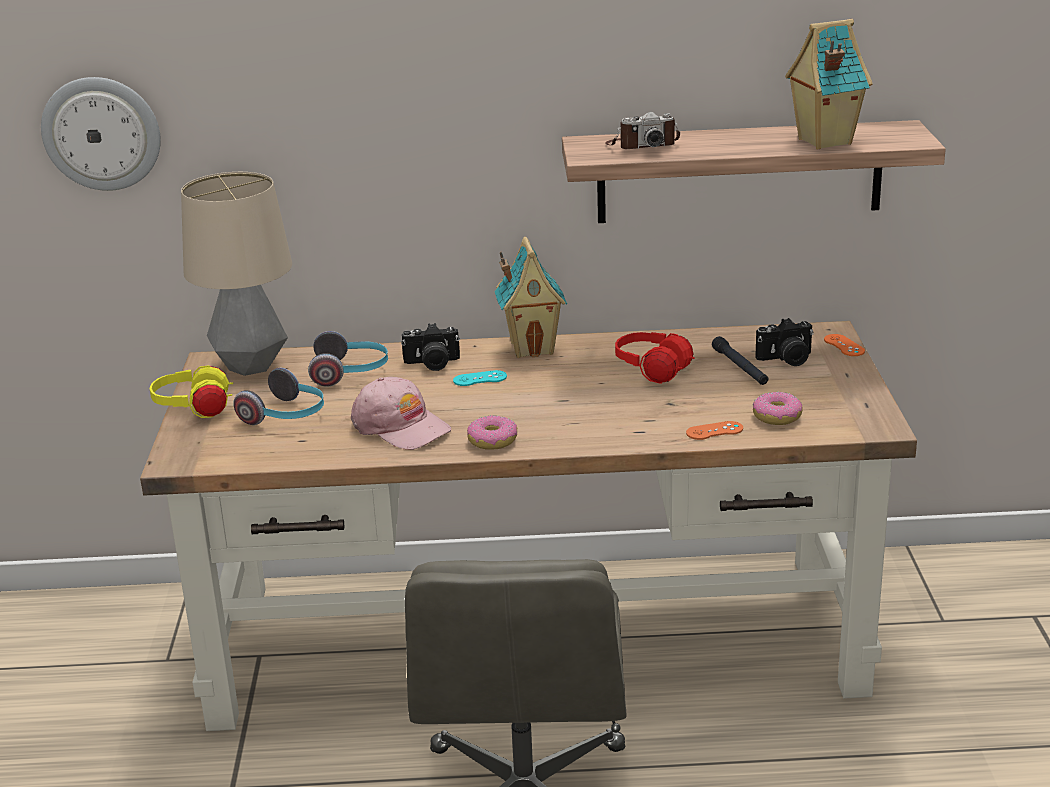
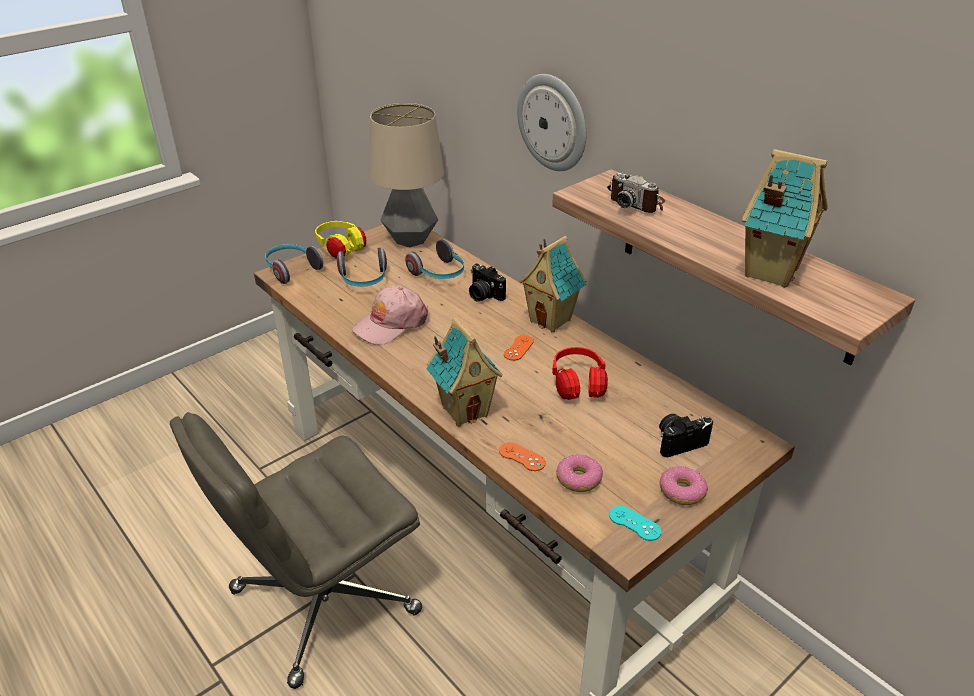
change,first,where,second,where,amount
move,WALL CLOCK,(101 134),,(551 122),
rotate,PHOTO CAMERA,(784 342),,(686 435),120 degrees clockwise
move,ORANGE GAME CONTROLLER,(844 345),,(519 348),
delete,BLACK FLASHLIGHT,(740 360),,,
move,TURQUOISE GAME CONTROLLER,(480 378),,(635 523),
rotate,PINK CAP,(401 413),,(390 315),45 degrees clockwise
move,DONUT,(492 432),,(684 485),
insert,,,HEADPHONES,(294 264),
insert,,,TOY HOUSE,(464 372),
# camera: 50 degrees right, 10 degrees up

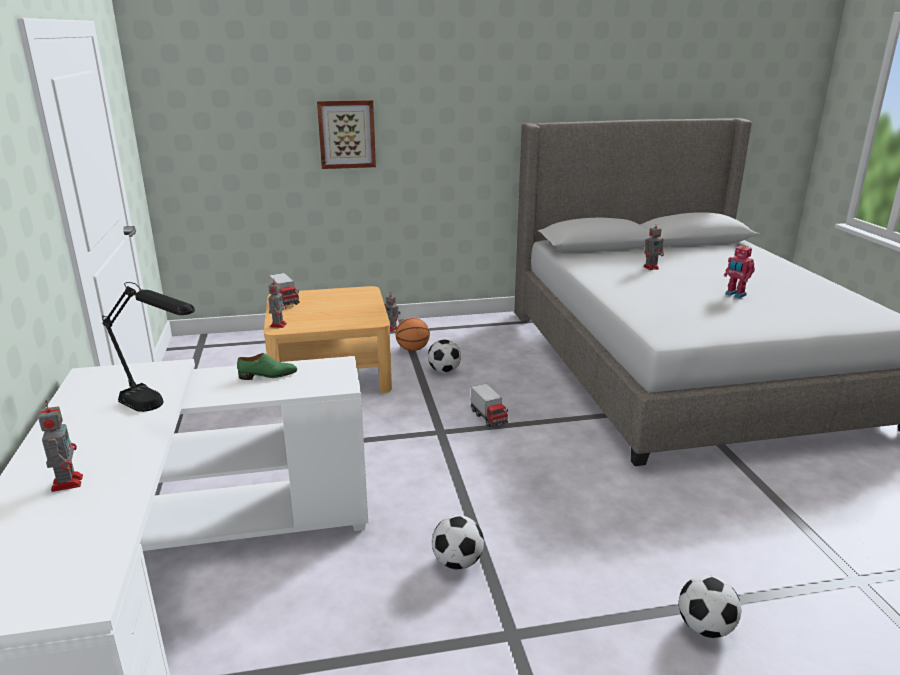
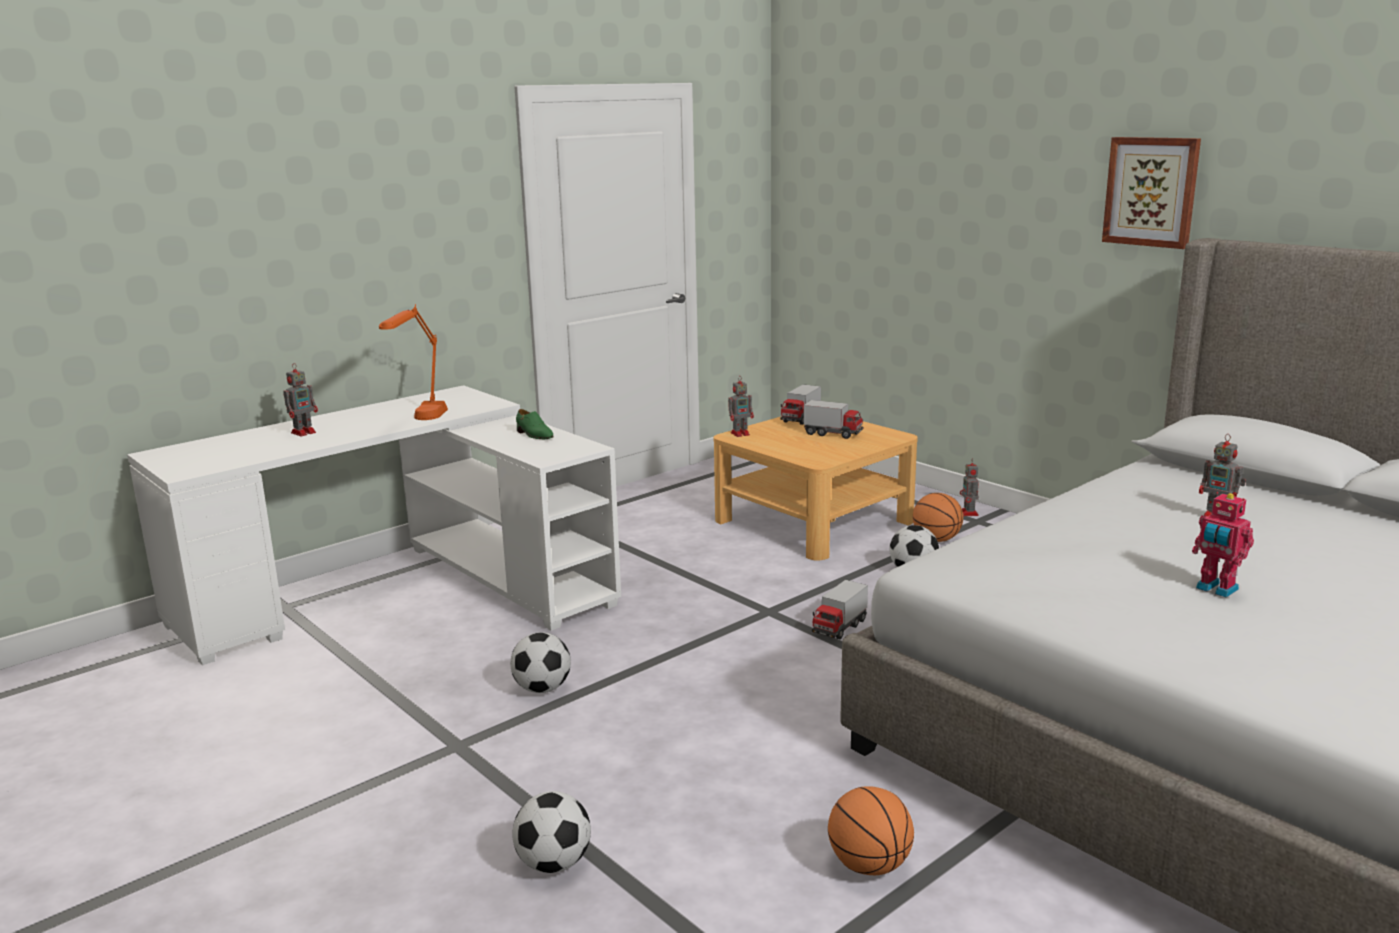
change,first,where,second,where,amount
move,PICTURE,(346 134),,(1151 193),
rotate,TOY ROBOT,(739 271),,(1223 544),60 degrees counterclockwise
recolor,BLACK TABLE LAMP,(148 347),ORANGE TABLE LAMP,(413 362),
insert,,,TOY TRUCK,(833 419),
insert,,,BASKETBALL,(871 830),
# camera: 60 degrees right, 5 degrees down

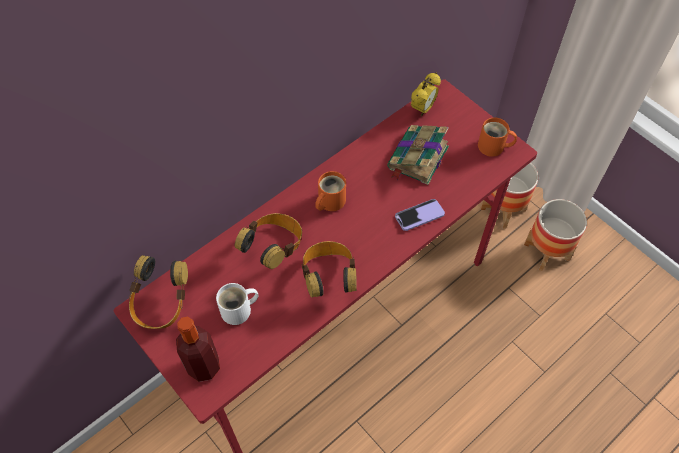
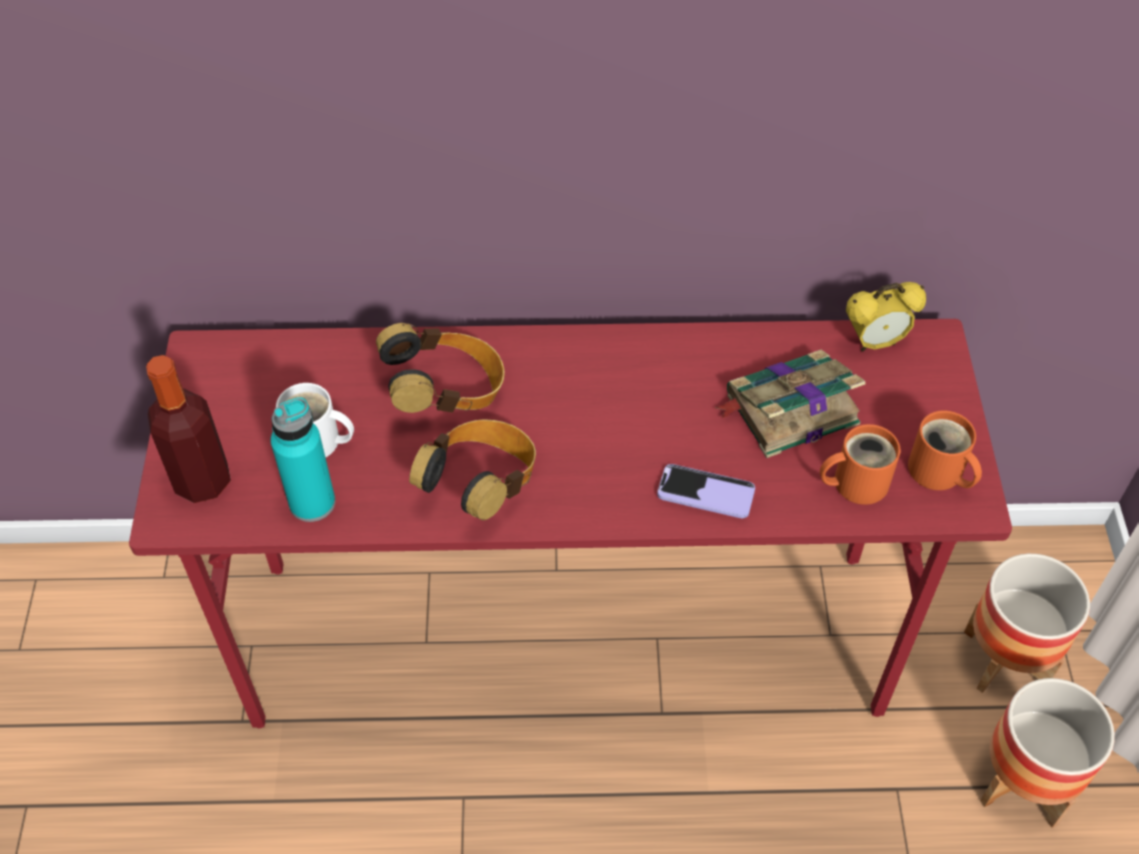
change,first,where,second,where,amount
move,ORANGE MUG,(330 191),,(860 464),
delete,HEADPHONES,(158 292),,,
insert,,,TURQUOISE BOTTLE,(303 459),
# camera: 40 degrees right, 5 degrees down

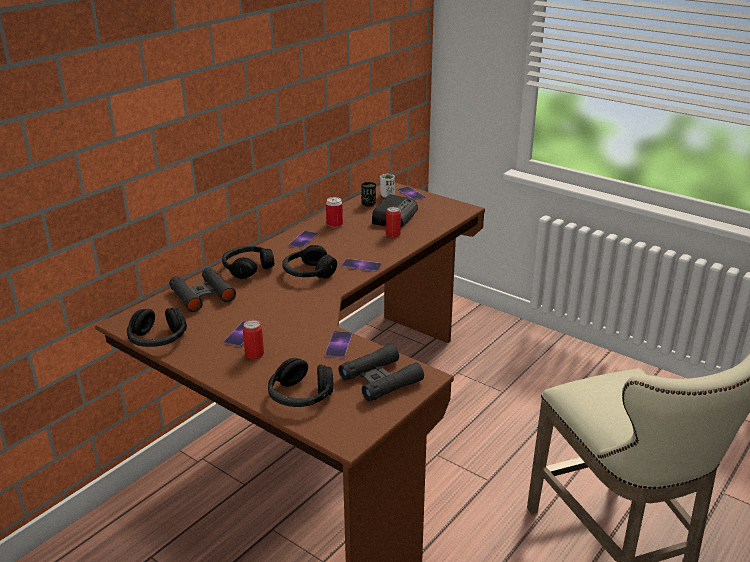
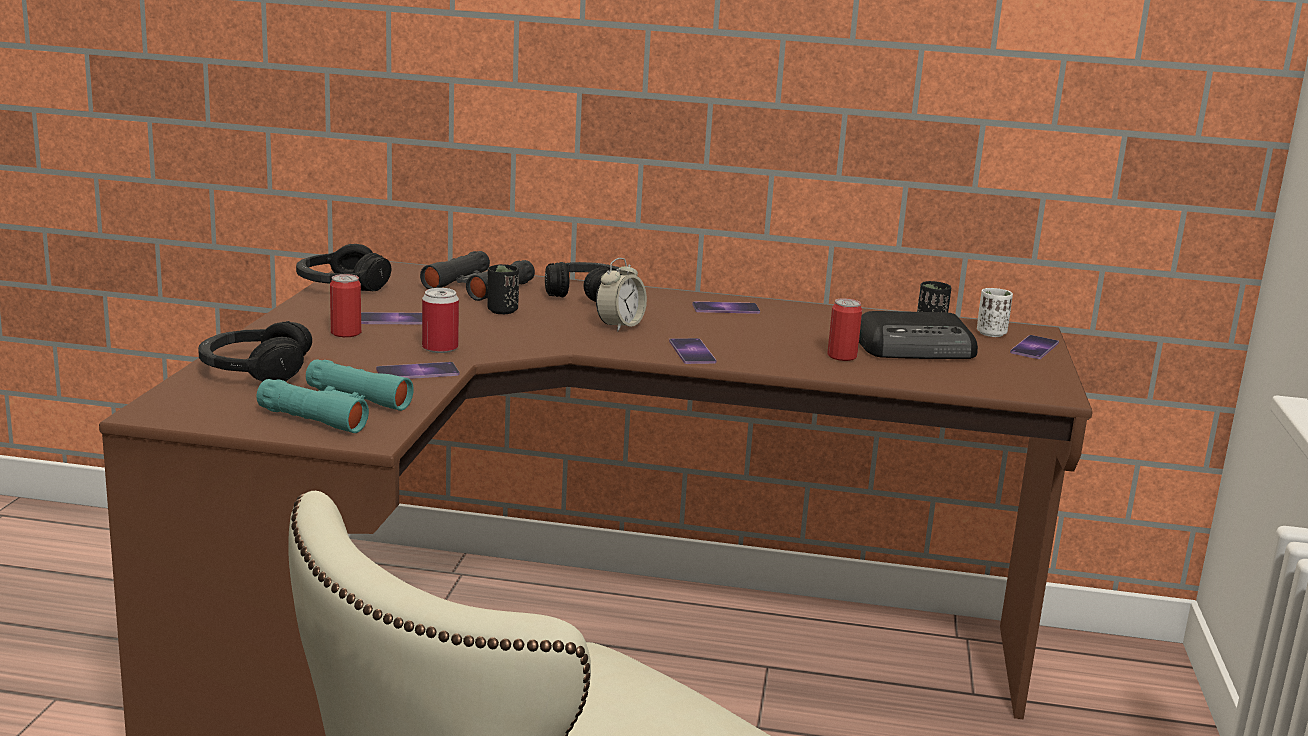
change,first,where,second,where,amount
move,CAN,(334 212),,(440 320),
replace,BLACK HEADPHONES,(309 262),ALARM CLOCK,(621 295),
recolor,BLACK BINOCULARS,(381 372),TURQUOISE BINOCULARS,(334 396),
insert,,,BLACK CUP,(503 289),
# camera: 60 degrees right, 10 degrees down

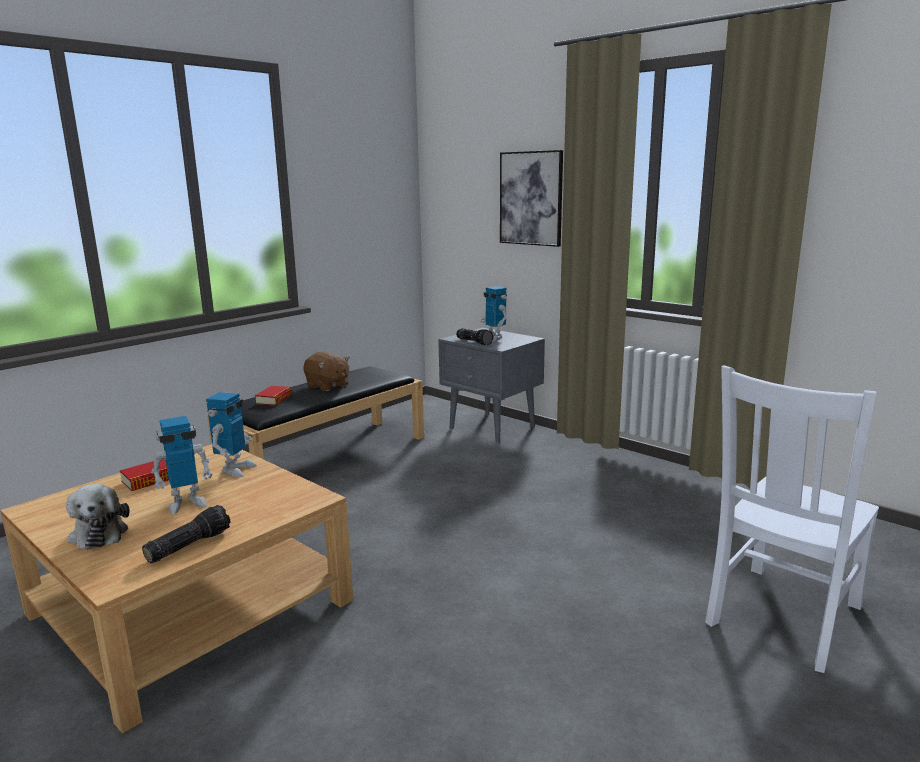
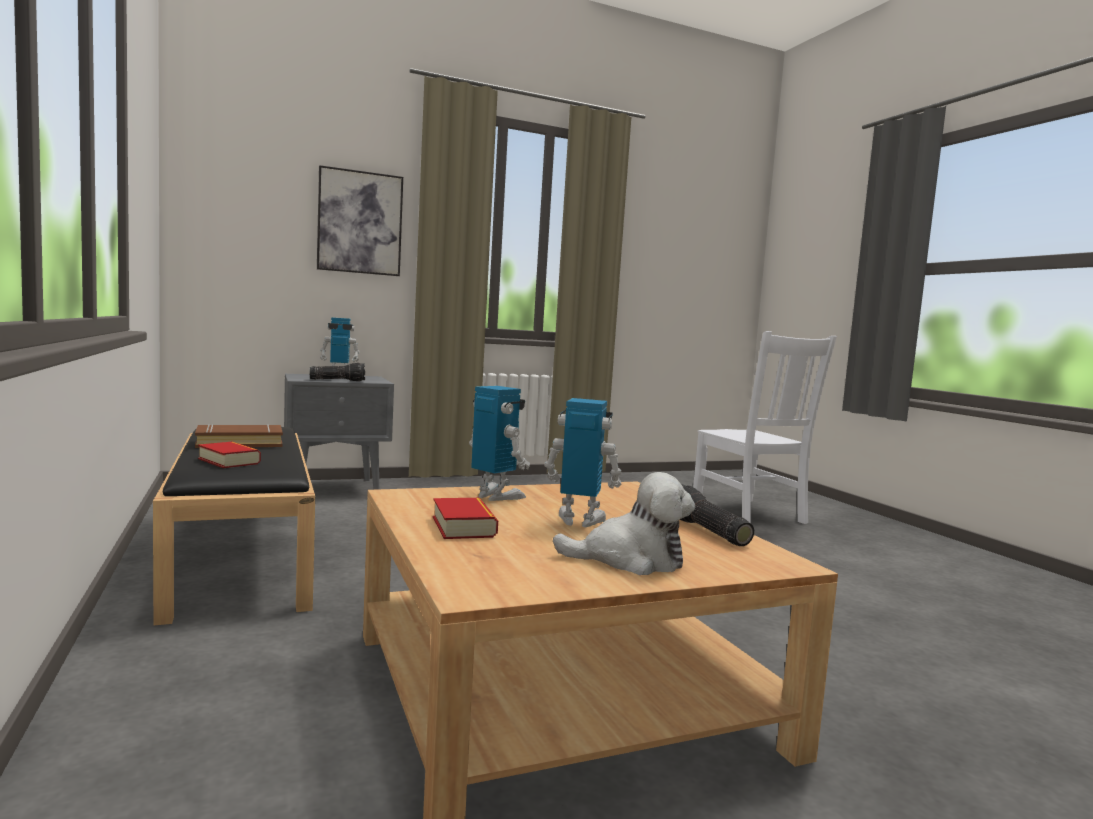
change,first,where,second,where,amount
replace,BROWN PLUSH TOY,(326 371),BROWN BOOK,(239 436),
rotate,TOY ROBOT,(182 465),,(583 462),75 degrees counterclockwise
# camera: 65 degrees left, 10 degrees down

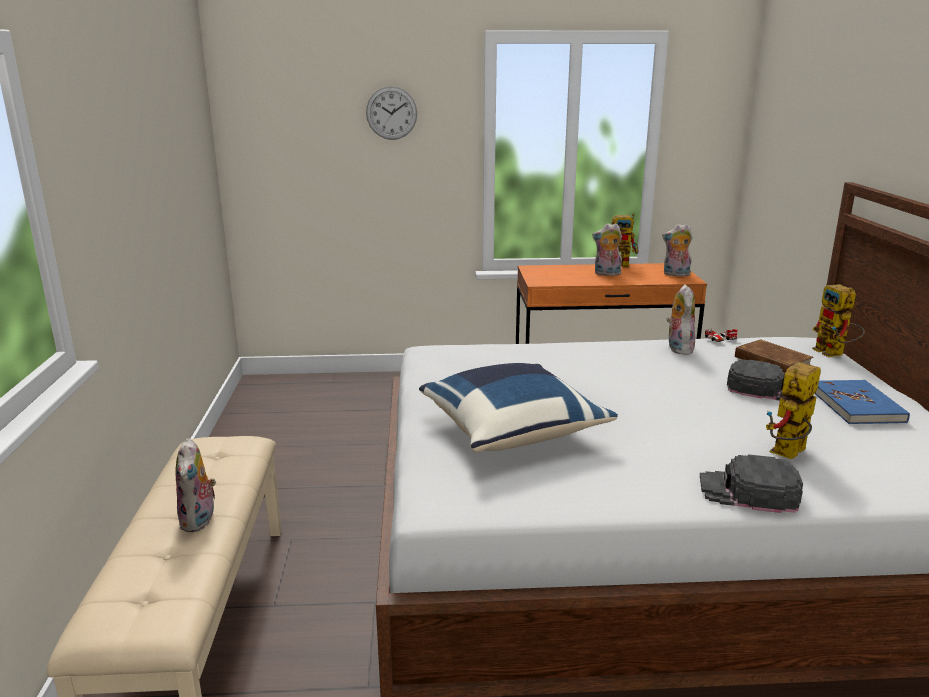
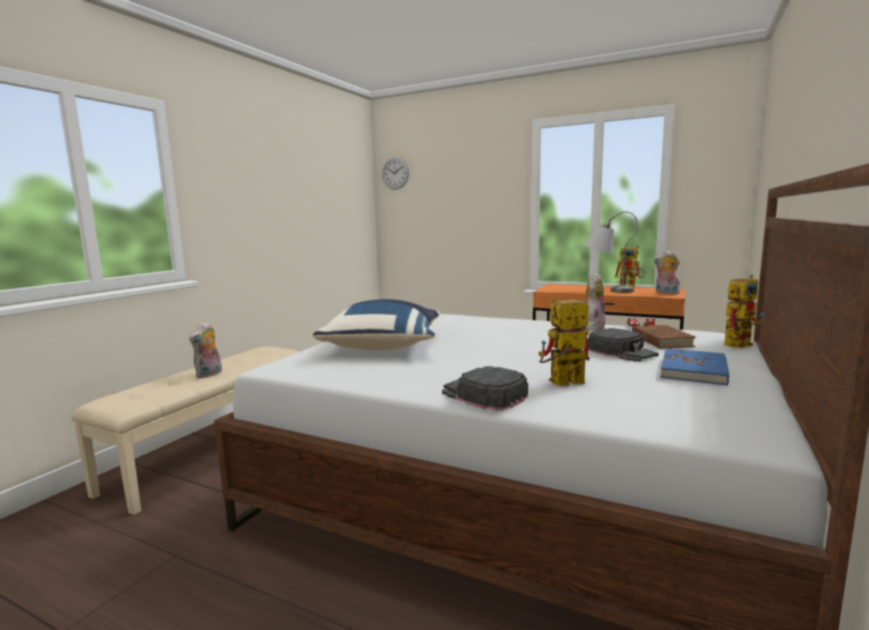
change,first,where,second,where,amount
move,WALL CLOCK,(391 113),,(395 173),
replace,PLUSH TOY,(607 249),GREY TABLE LAMP,(611 252),
rotate,TOY ROBOT,(838 320),,(744 311),135 degrees counterclockwise
# camera: 30 degrees right, 10 degrees down

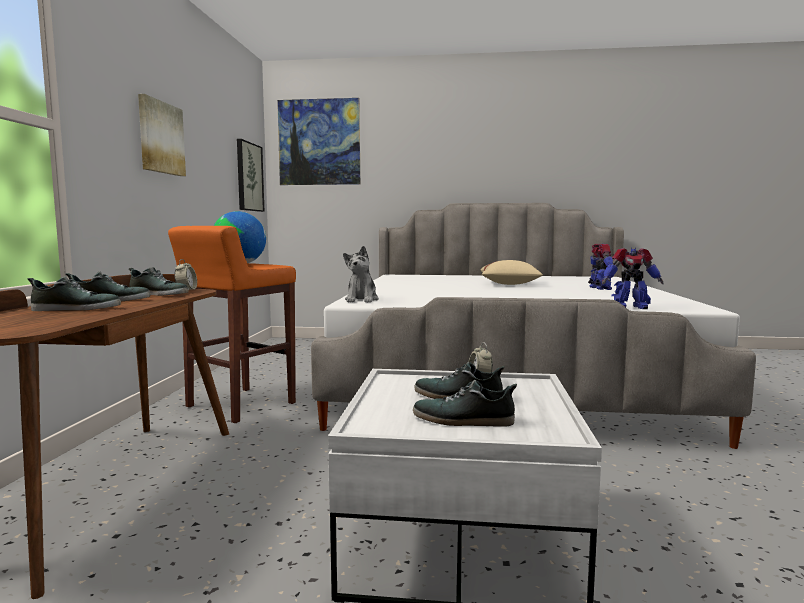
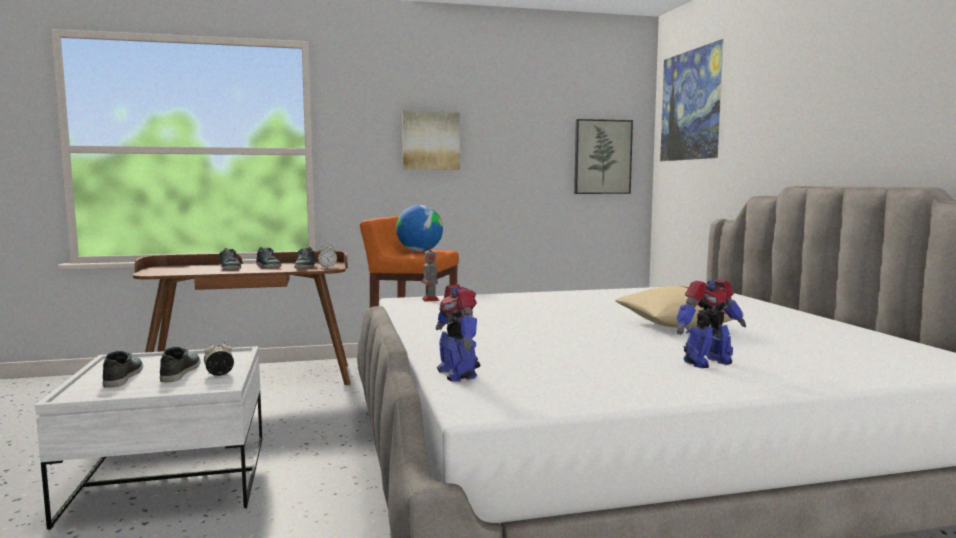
change,first,where,second,where,amount
replace,PLUSH TOY,(361 274),TOY ROBOT,(430 273),
# camera: 70 degrees right, 0 degrees up

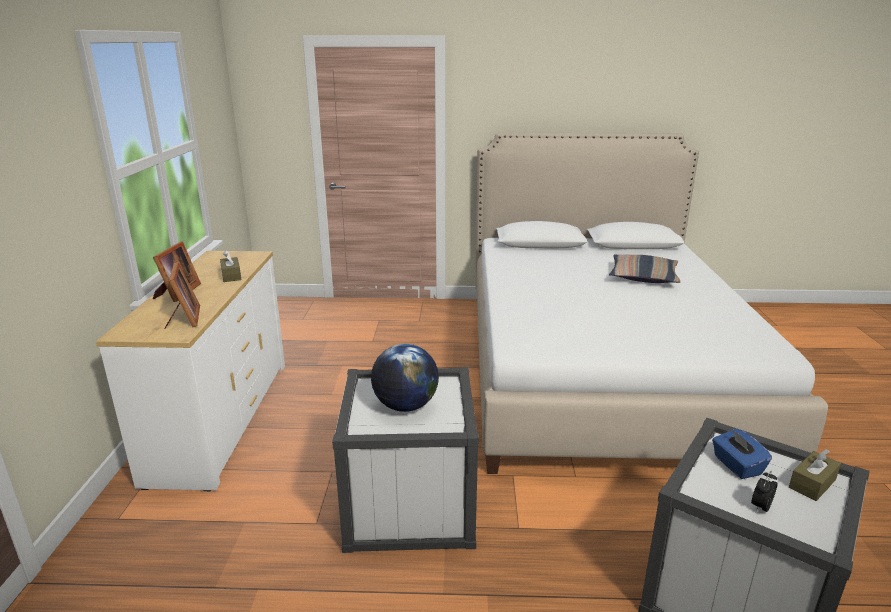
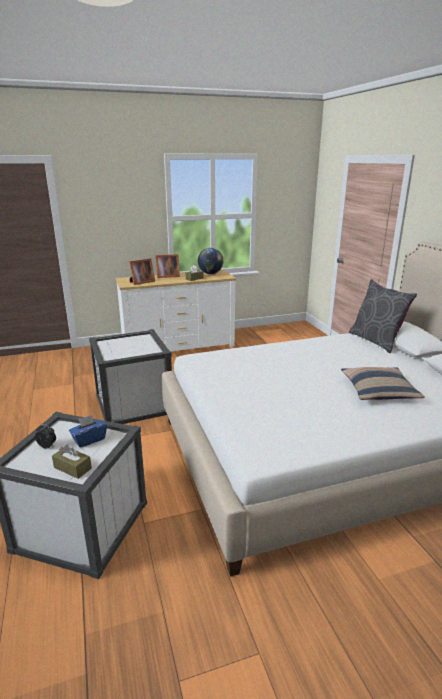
change,first,where,second,where,amount
move,GLOBE,(405 378),,(210 261),
insert,,,GREY PILLOW,(383 316),
# camera: 70 degrees right, 0 degrees up

